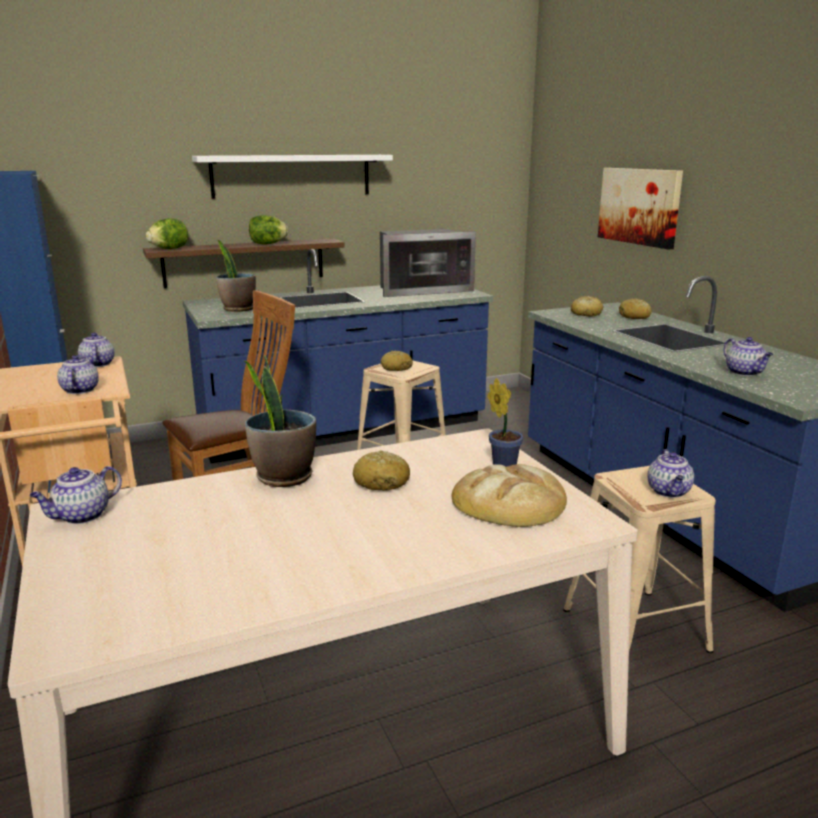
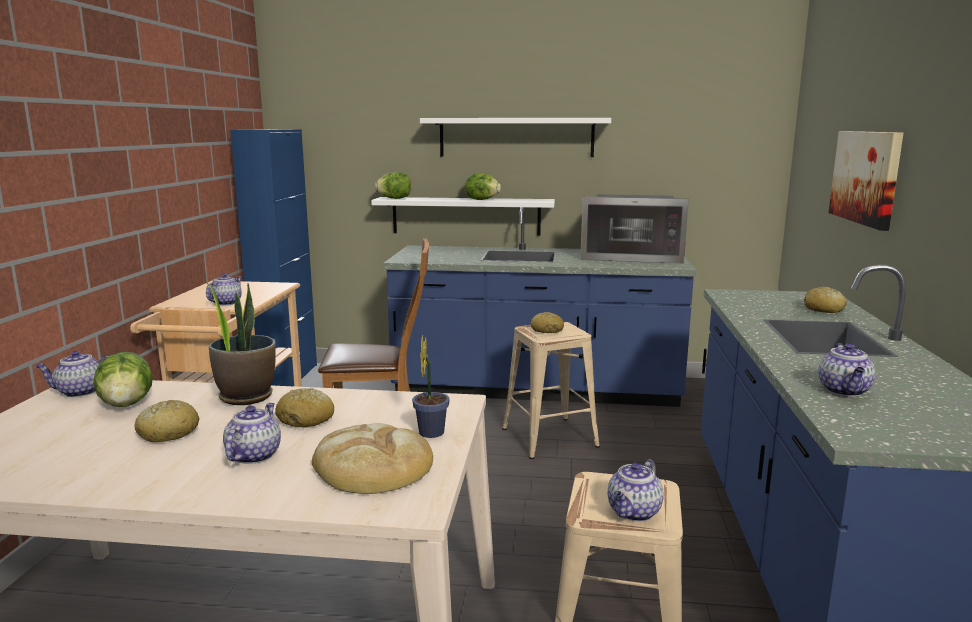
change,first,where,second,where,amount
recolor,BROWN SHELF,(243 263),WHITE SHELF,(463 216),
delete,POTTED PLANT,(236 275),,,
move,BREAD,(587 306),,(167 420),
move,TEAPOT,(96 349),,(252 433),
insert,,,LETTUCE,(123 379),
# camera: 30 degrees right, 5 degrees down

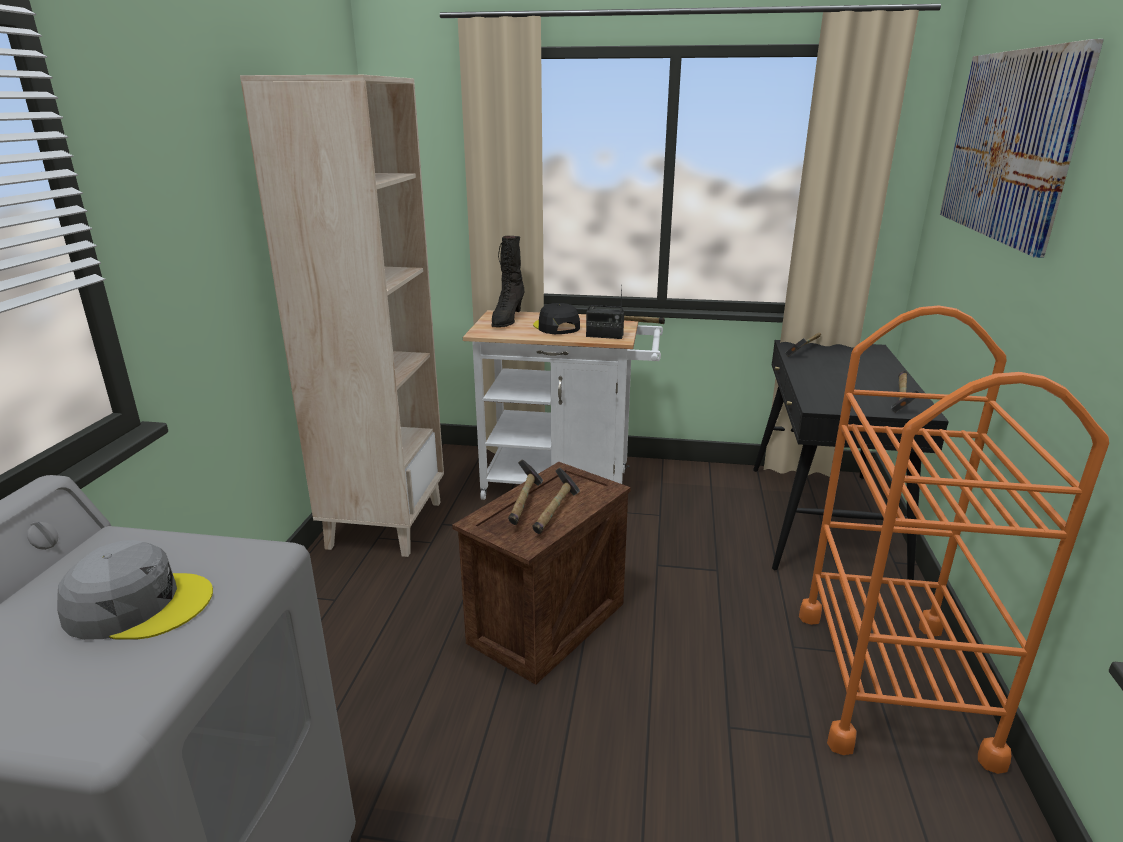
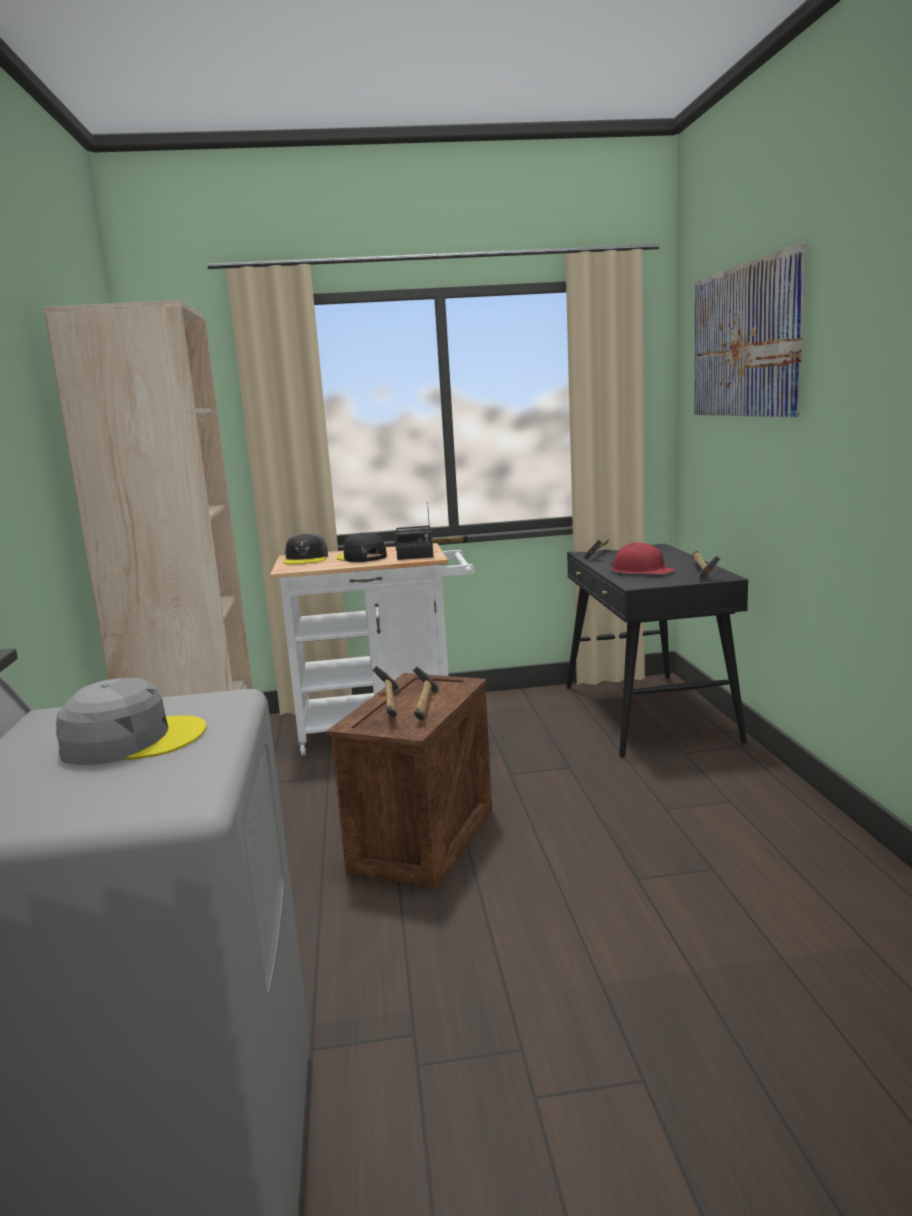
change,first,where,second,where,amount
replace,BLACK BOOT,(508 281),GREY CAP,(305 548),
delete,ORANGE CART,(954 539),,,
insert,,,RED HARD HAT,(641 558),
# camera: 15 degrees left, 10 degrees down

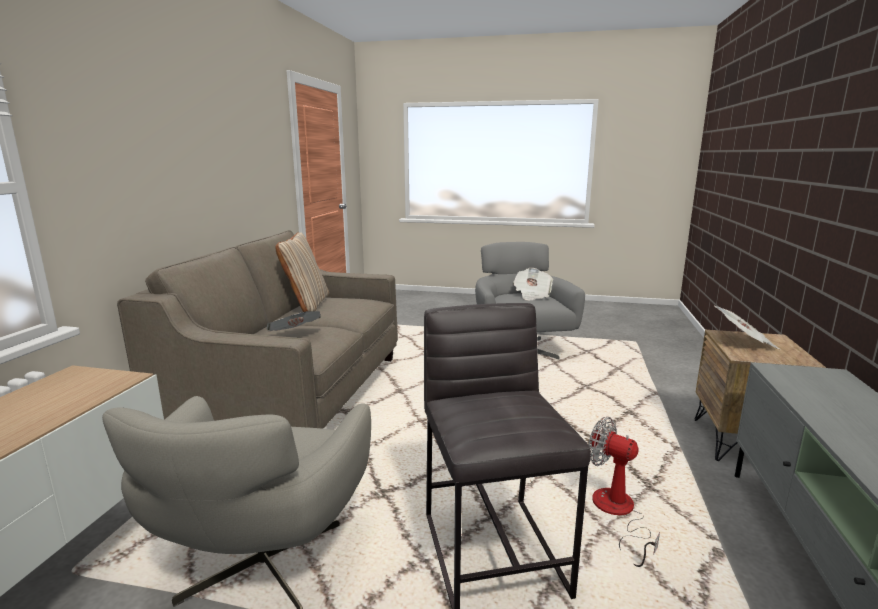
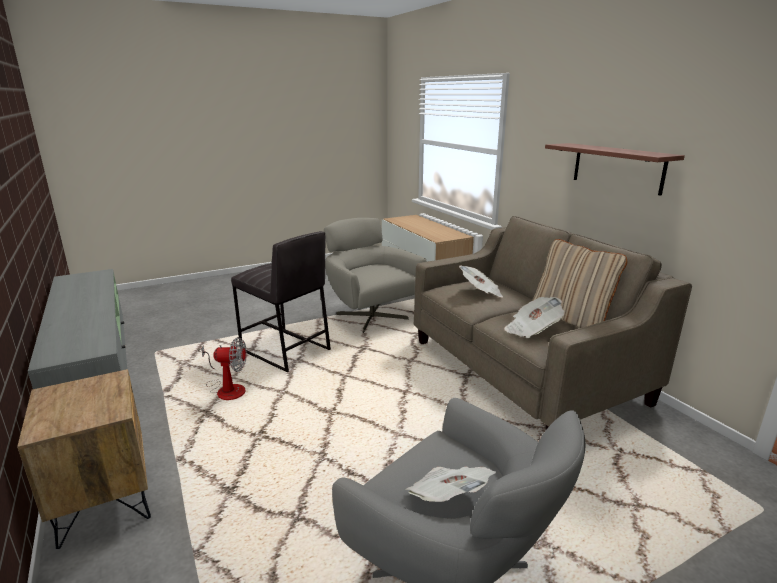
change,first,where,second,where,amount
move,NEWSPAPER,(746 327),,(534 317),
insert,,,SHELF,(615 169),
# camera: 140 degrees right, 5 degrees up

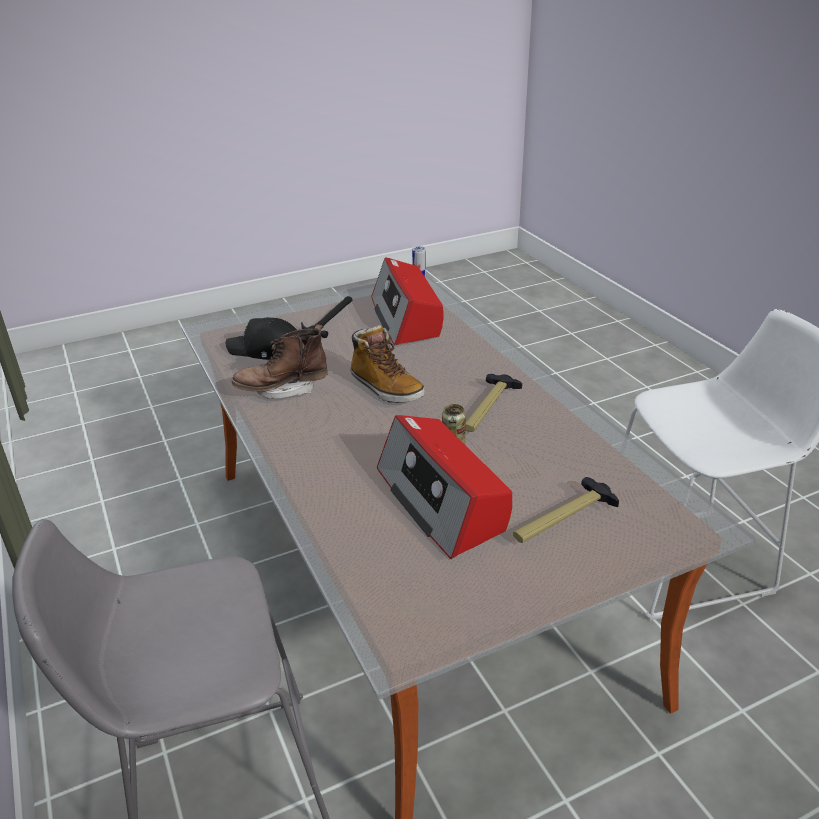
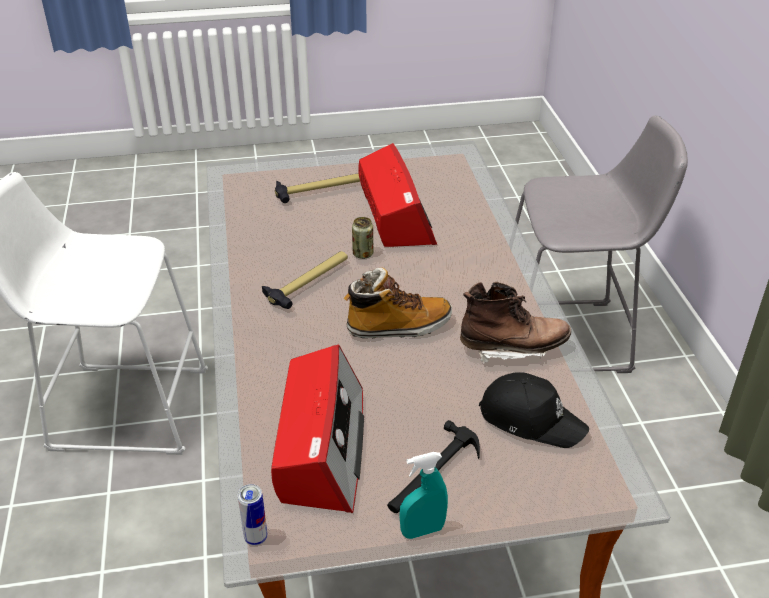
change,first,where,second,where,amount
rotate,BOOT,(388 364),,(398 303),105 degrees clockwise
insert,,,TURQUOISE SPRAY BOTTLE,(423 495),
# camera: 165 degrees left, 5 degrees up

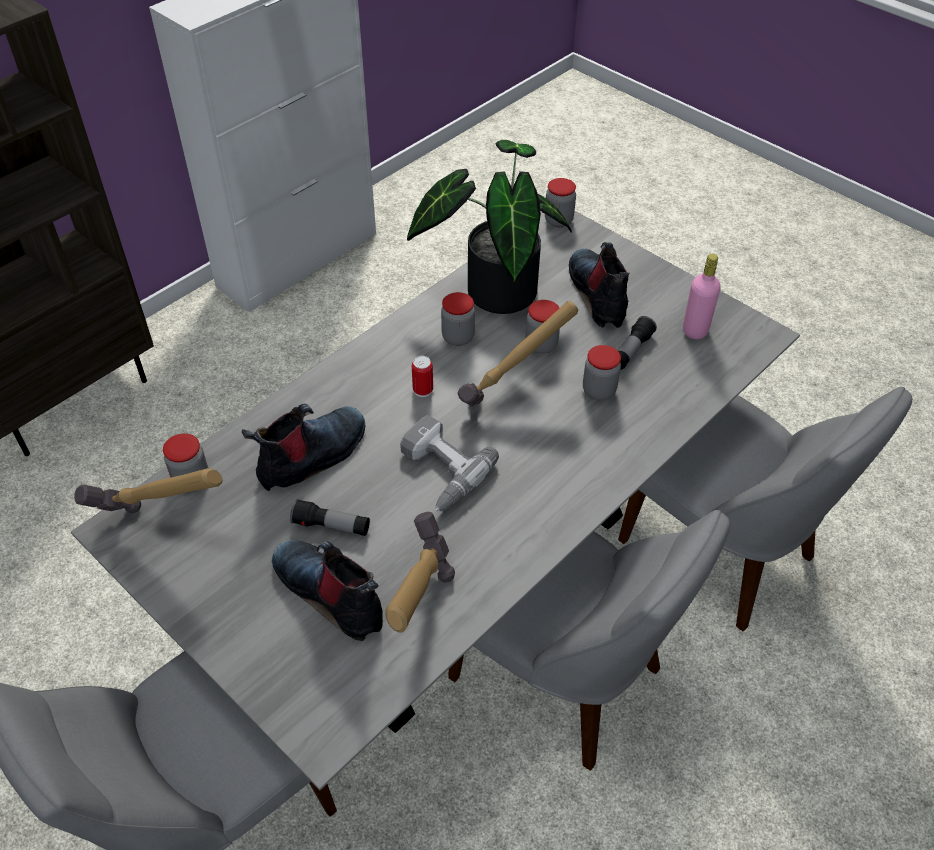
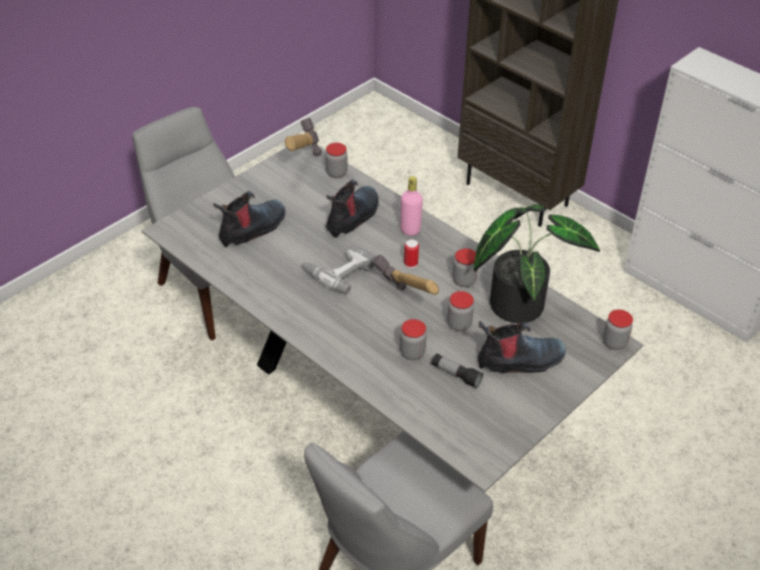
change,first,where,second,where,amount
move,PINK BOTTLE,(702 296),,(411 206),
rotate,BOOT,(303 447),,(352 208),105 degrees counterclockwise
delete,FLASHLIGHT,(330 517),,,
delete,GREY CHAIR,(589 640),,,
delete,HAMMER,(420 572),,,
# camera: 90 degrees right, 5 degrees down

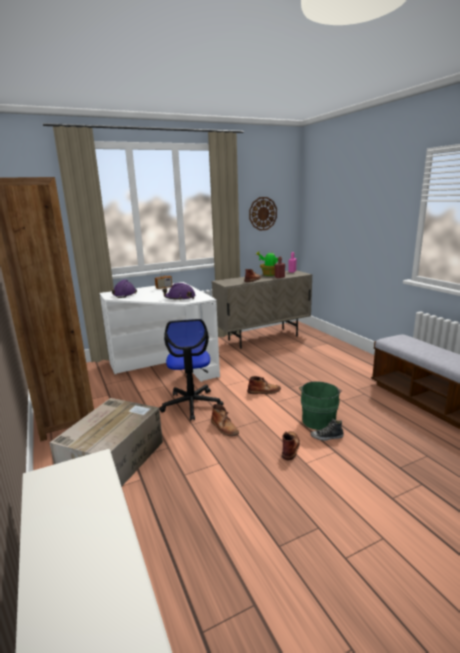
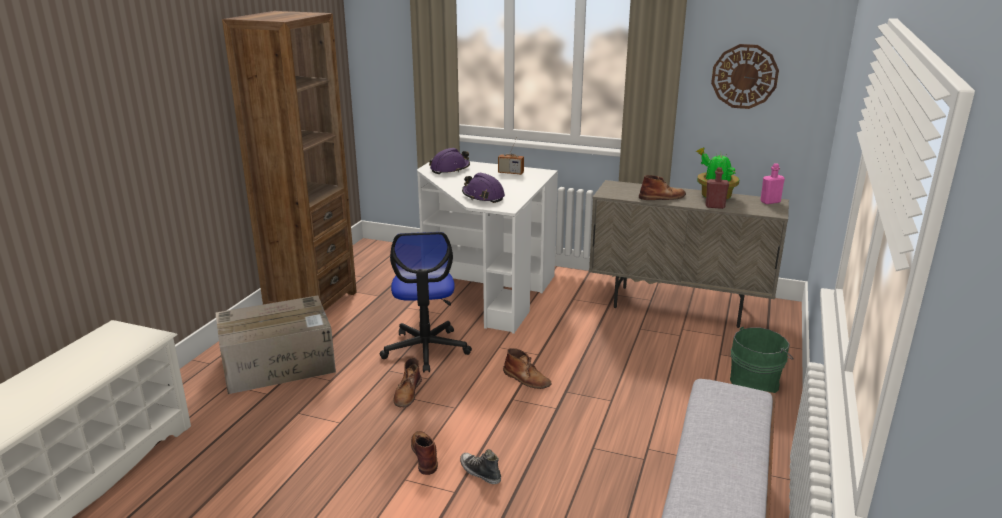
change,first,where,second,where,amount
rotate,OFFICE CHAIR,(191 370),,(426 302),45 degrees counterclockwise
move,GREEN BUCKET,(320 405),,(761 360),
rotate,BROWN BOOT,(291 445),,(424 453),75 degrees counterclockwise
# camera: 45 degrees right, 5 degrees up

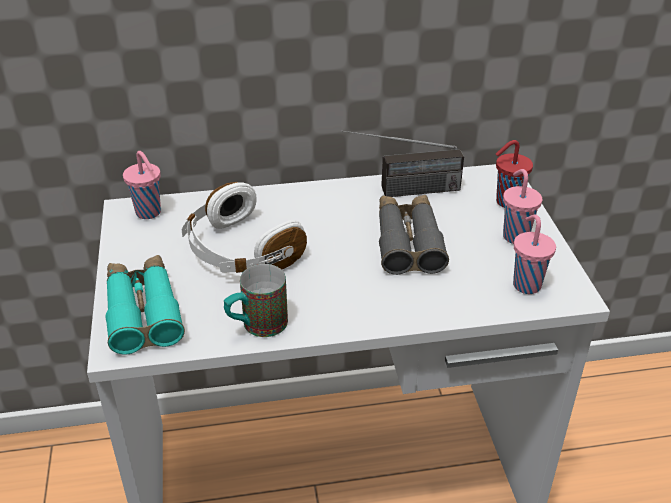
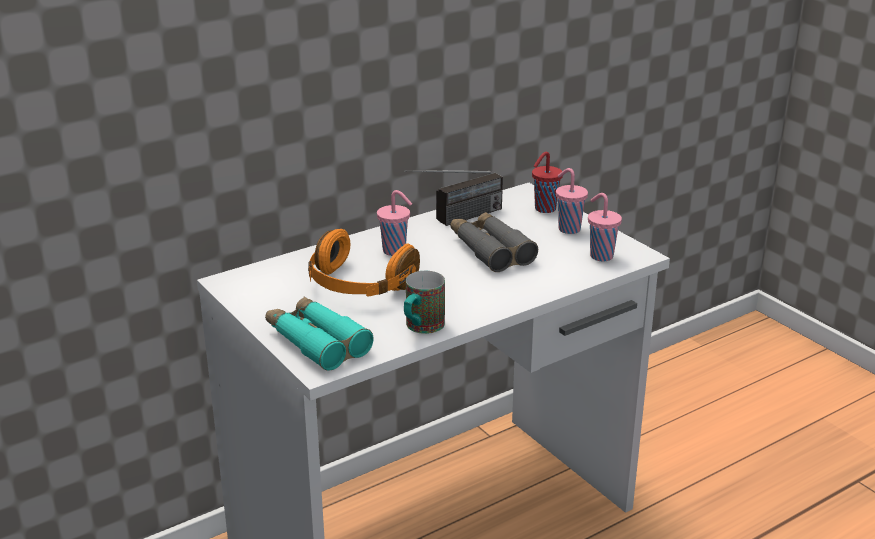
change,first,where,second,where,amount
move,PINK CUP,(142 185),,(394 223),
recolor,WHITE HEADPHONES,(244 227),ORANGE HEADPHONES,(364 263),
# camera: 25 degrees left, 10 degrees down

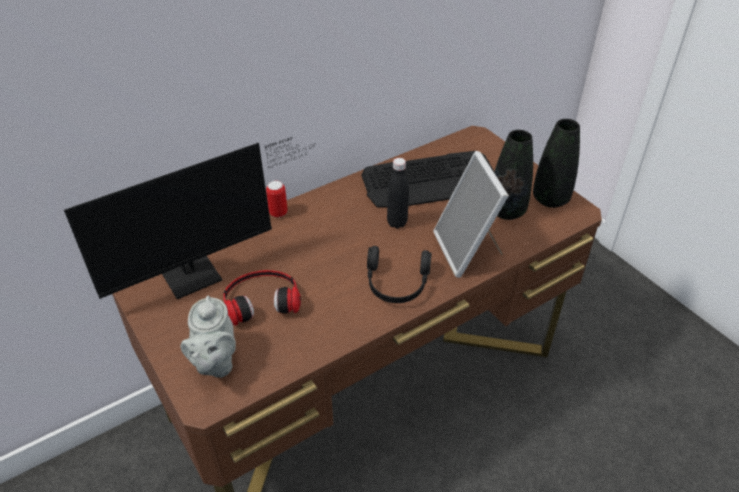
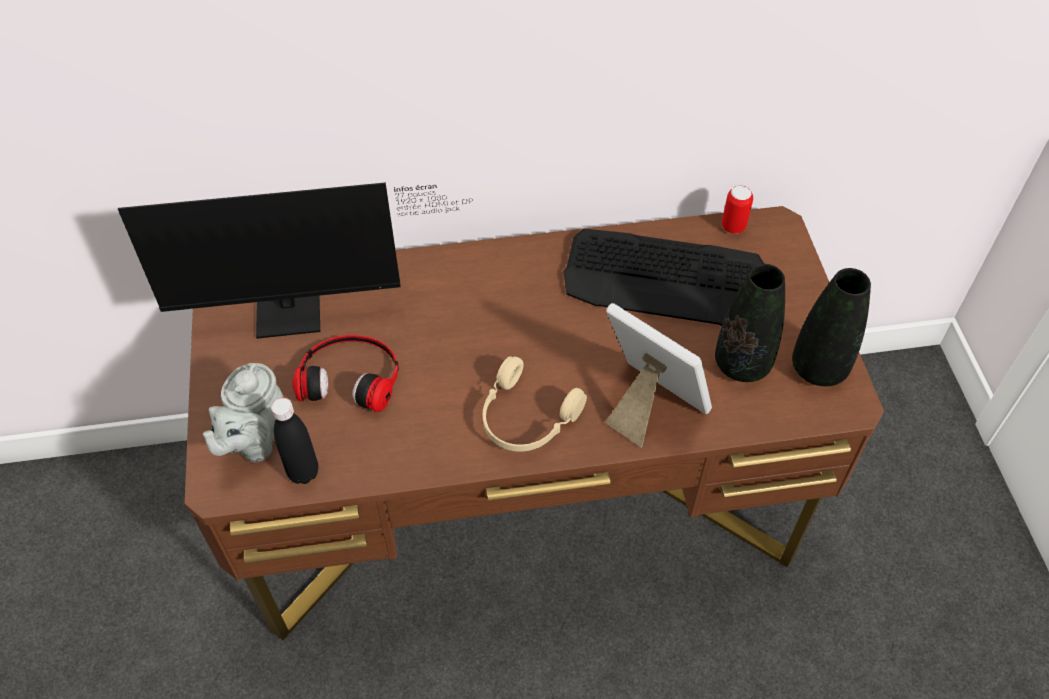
change,first,where,second,where,amount
rotate,PICTURE FRAME,(471 214),,(658 375),120 degrees clockwise
move,BLACK BOTTLE,(398 193),,(295 441),
move,CAN,(277 199),,(737 210),
recolor,BLACK HEADPHONES,(399 274),BEIGE HEADPHONES,(535 404),
# camera: 25 degrees right, 10 degrees up

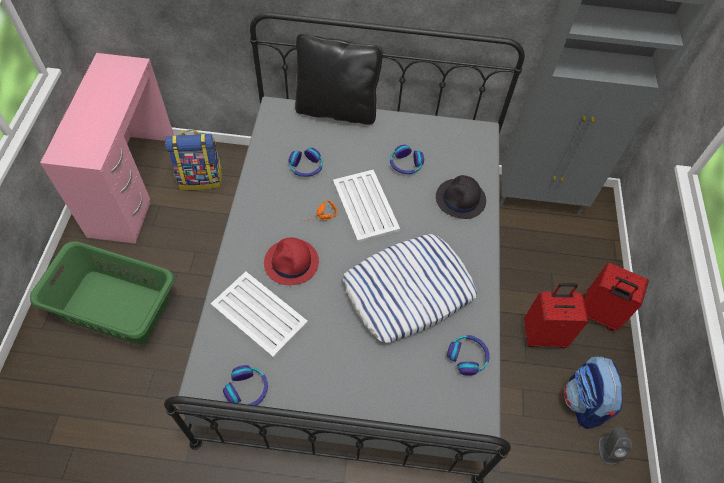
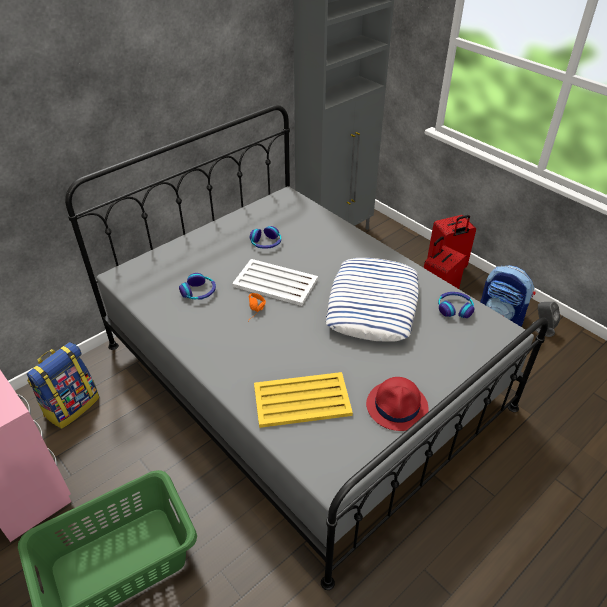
change,first,where,second,where,amount
delete,BLACK PILLOW,(339 79),,,
delete,BLACK HAT,(461 197),,,
move,RED HAT,(291 261),,(397 404),
recolor,WHITE TRAY,(259 314),YELLOW TRAY,(303 400),
delete,HEADPHONES,(245 385),,,
# camera: 45 degrees left, 15 degrees down

